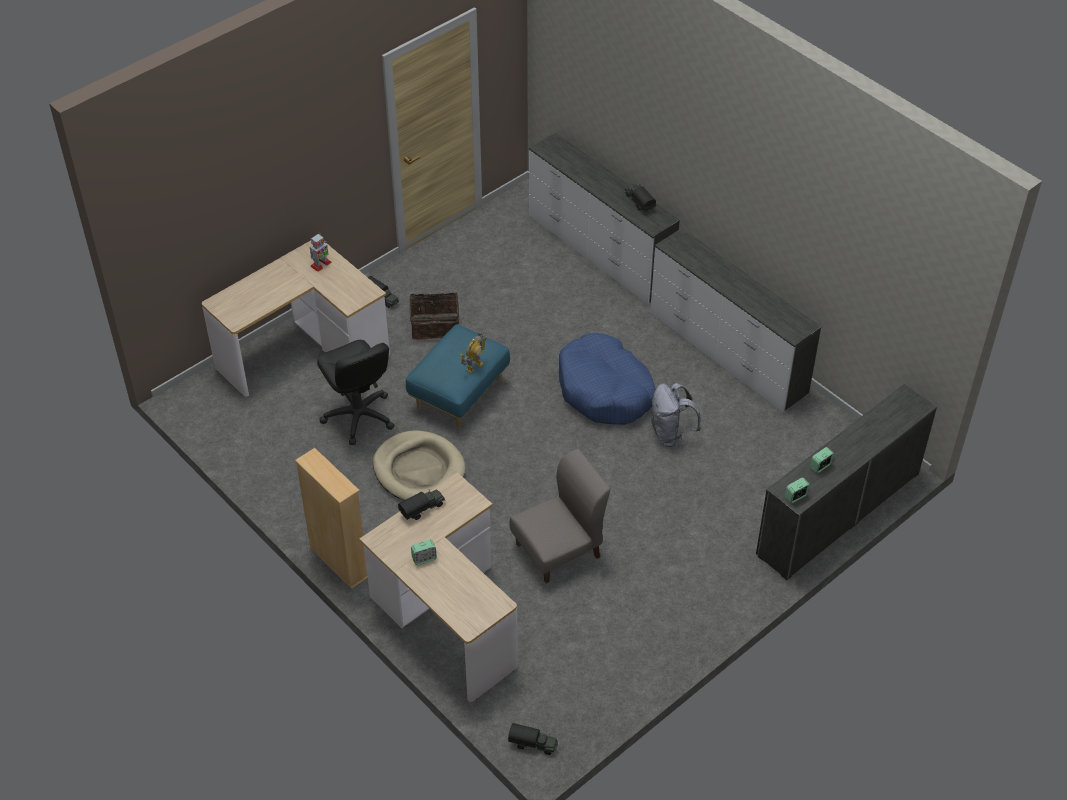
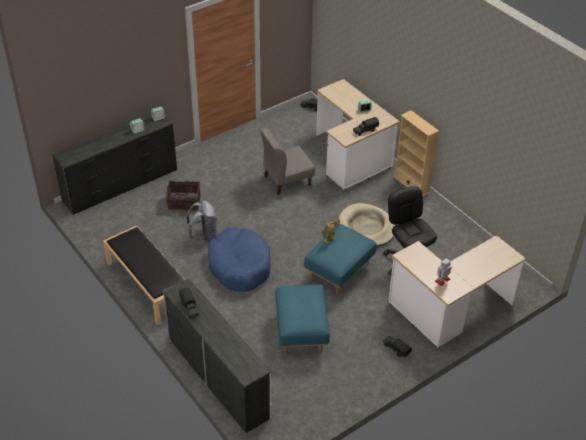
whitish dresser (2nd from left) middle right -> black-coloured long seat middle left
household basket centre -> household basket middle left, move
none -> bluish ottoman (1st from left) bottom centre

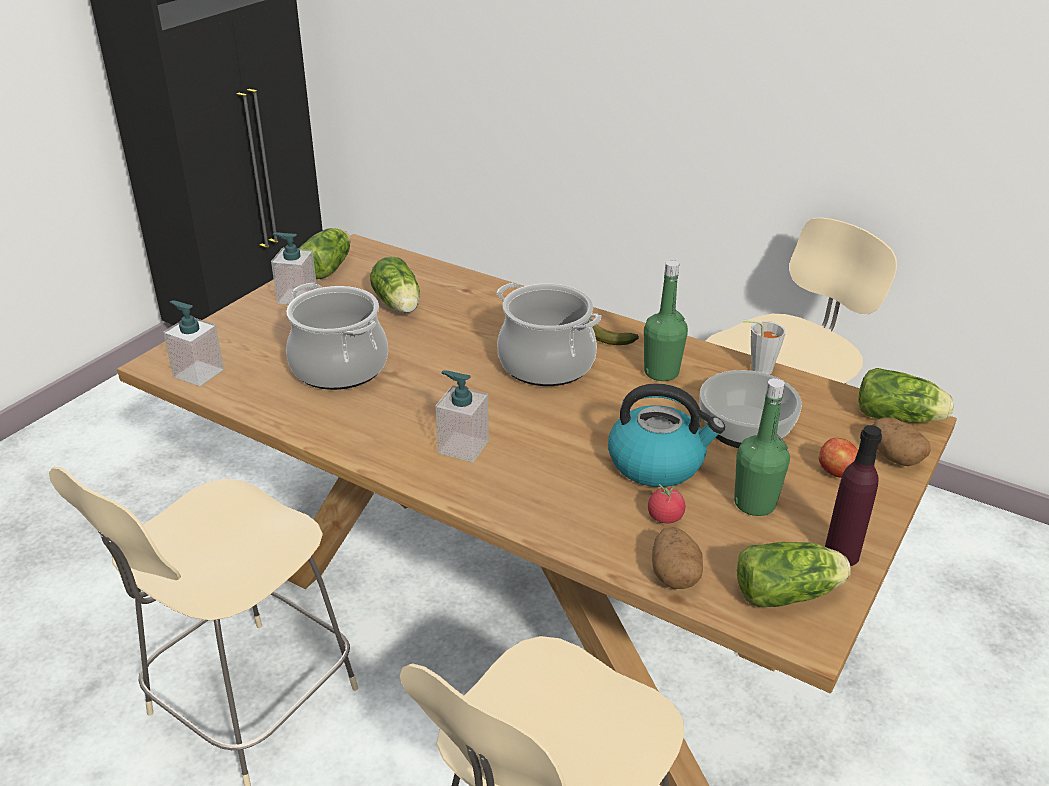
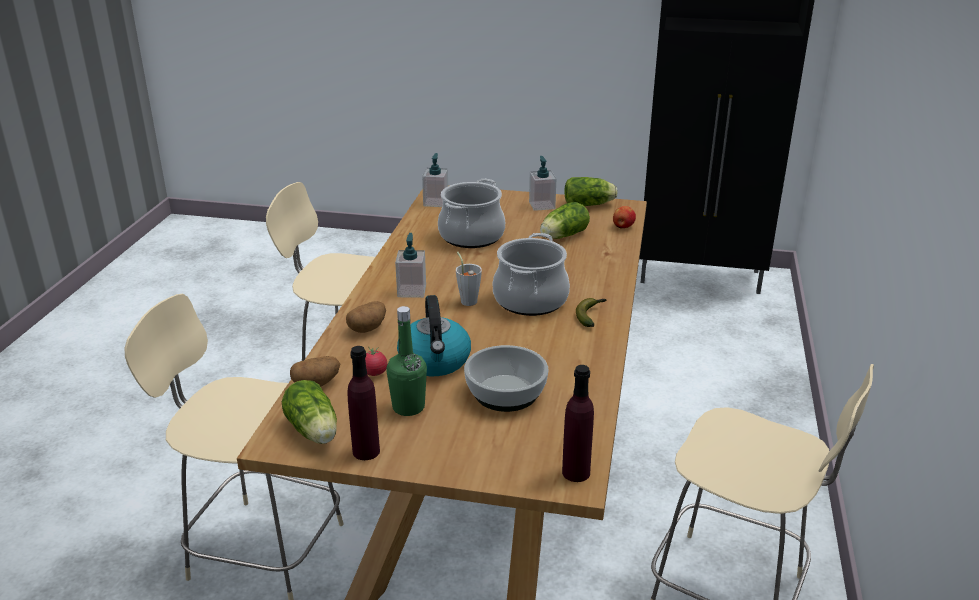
greenish drink bottle (1st from left) centre -> none
greyish drinking cup middle right -> greyish drinking cup centre, move
head of lettuce (4th from left) middle right -> purple drink bottle (2nd from left) bottom centre
potato (2nd from left) middle right -> potato (2nd from left) centre, move
whole apple middle right -> whole apple centre, move

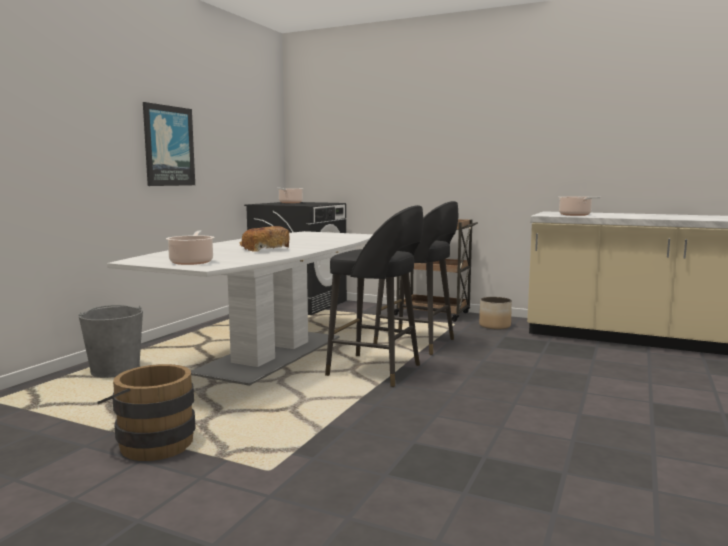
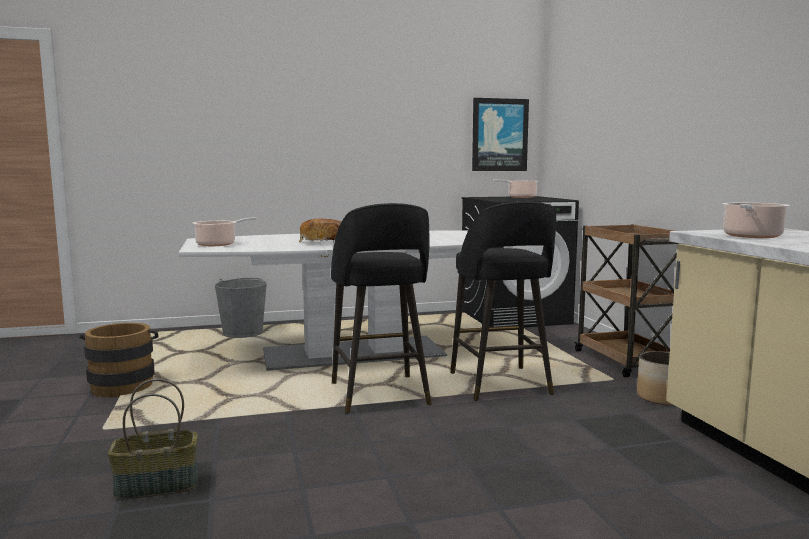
picture top left -> picture top centre, move
none -> household basket bottom left

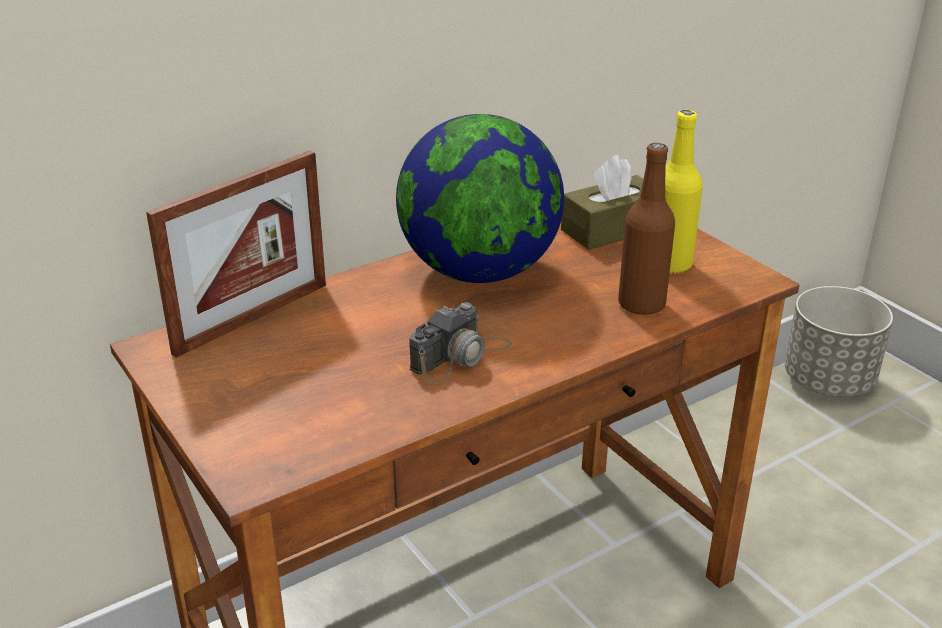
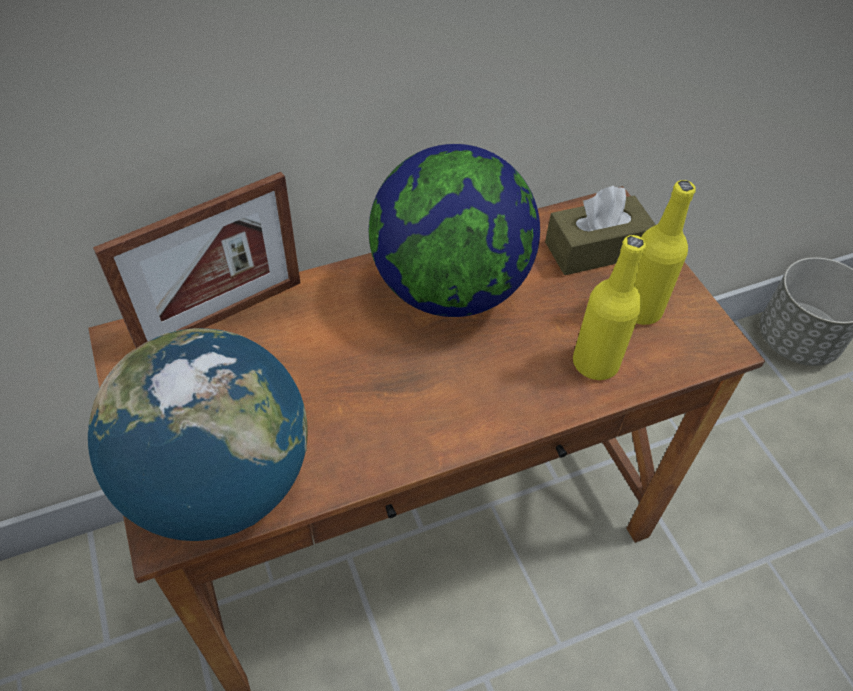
brownish drink bottle middle right -> yellow-coloured drink bottle (1st from left) middle right
photo camera centre -> none
none -> desk globe (1st from left) middle left

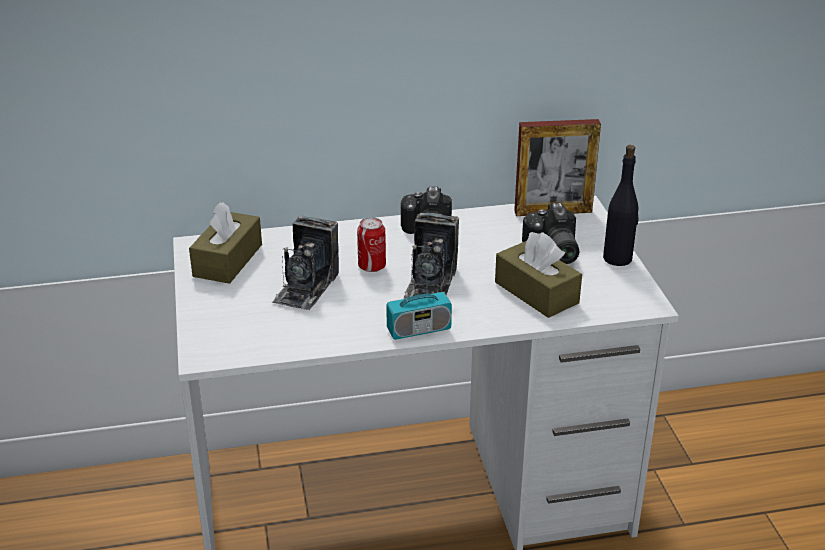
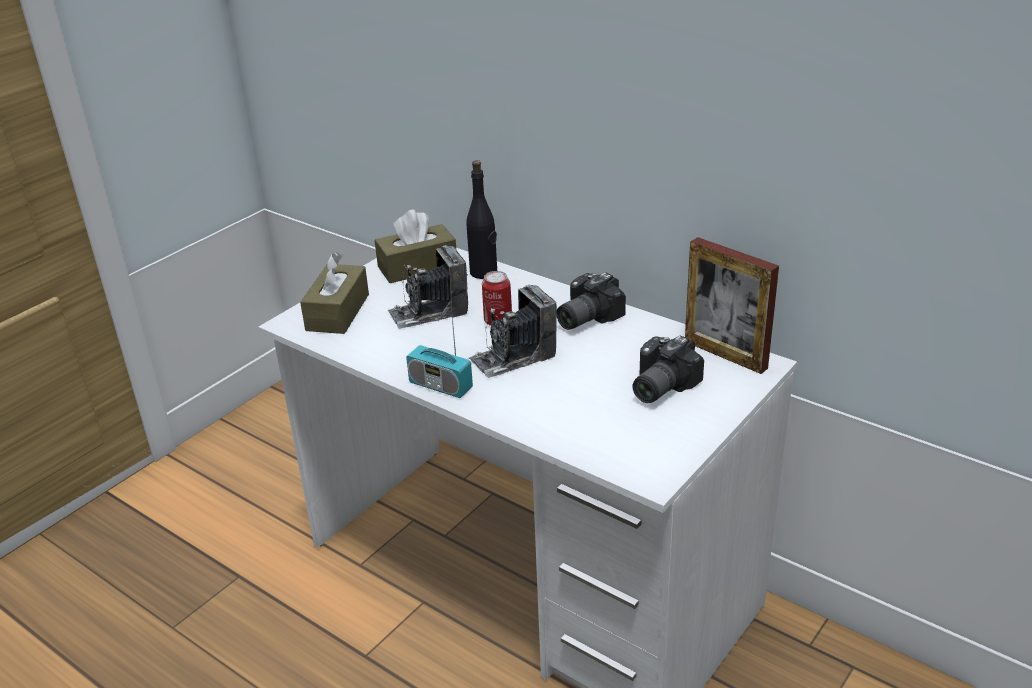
black-coloured drink bottle middle right -> black-coloured drink bottle top centre, move
brownish tissue holder (2nd from left in the first image) centre -> brownish tissue holder (1st from left) middle left, move

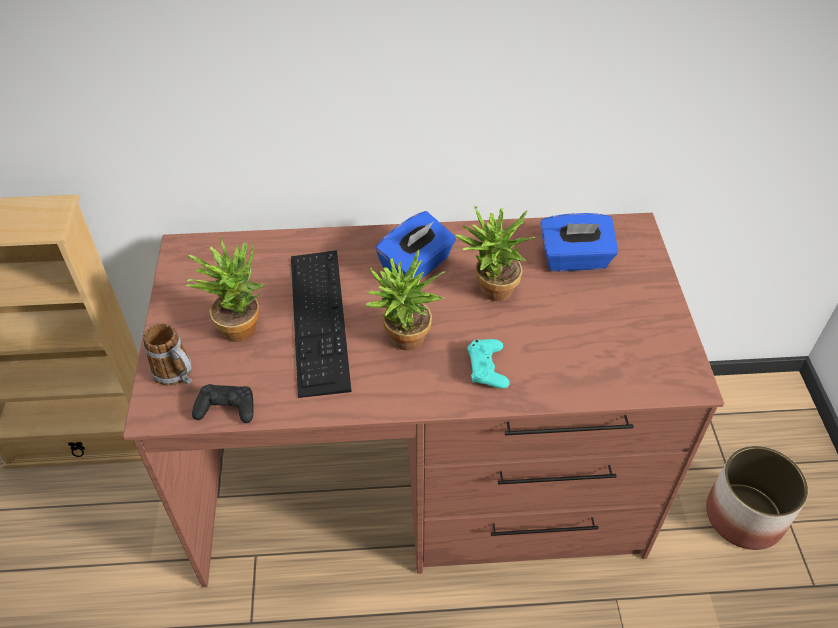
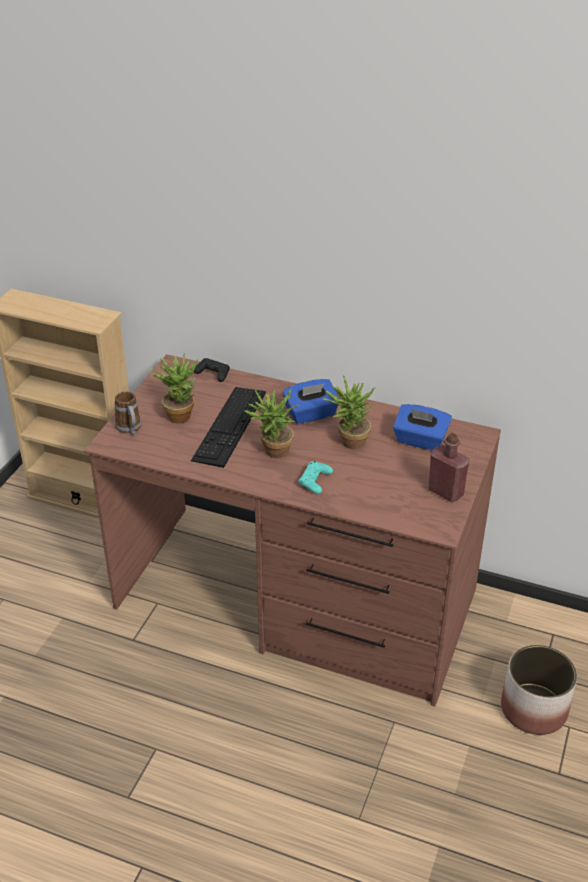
black-coloured game controller middle left -> black-coloured game controller centre, move
none -> reddish drink bottle middle right

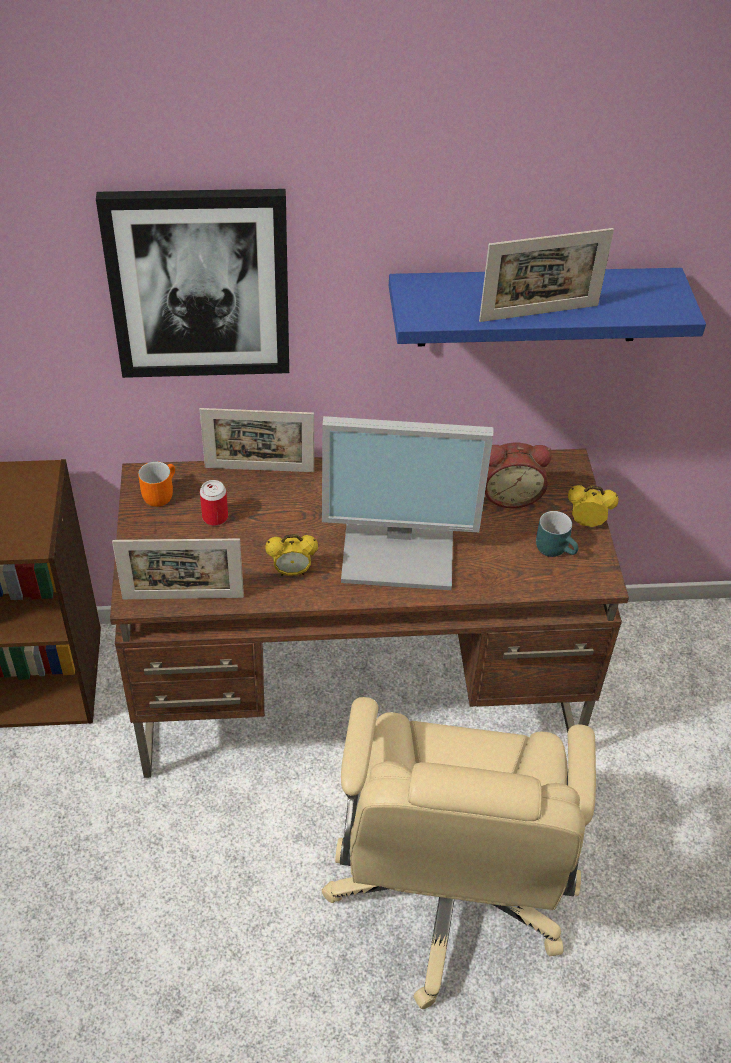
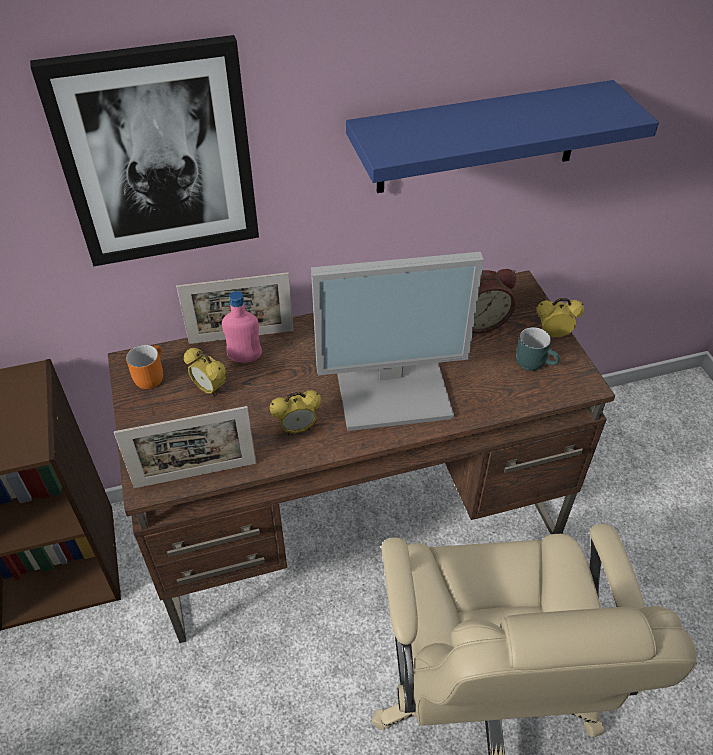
standing frame (3rd from left) top right -> none
can middle left -> table clock (1st from left) middle left
none -> pink drink bottle centre

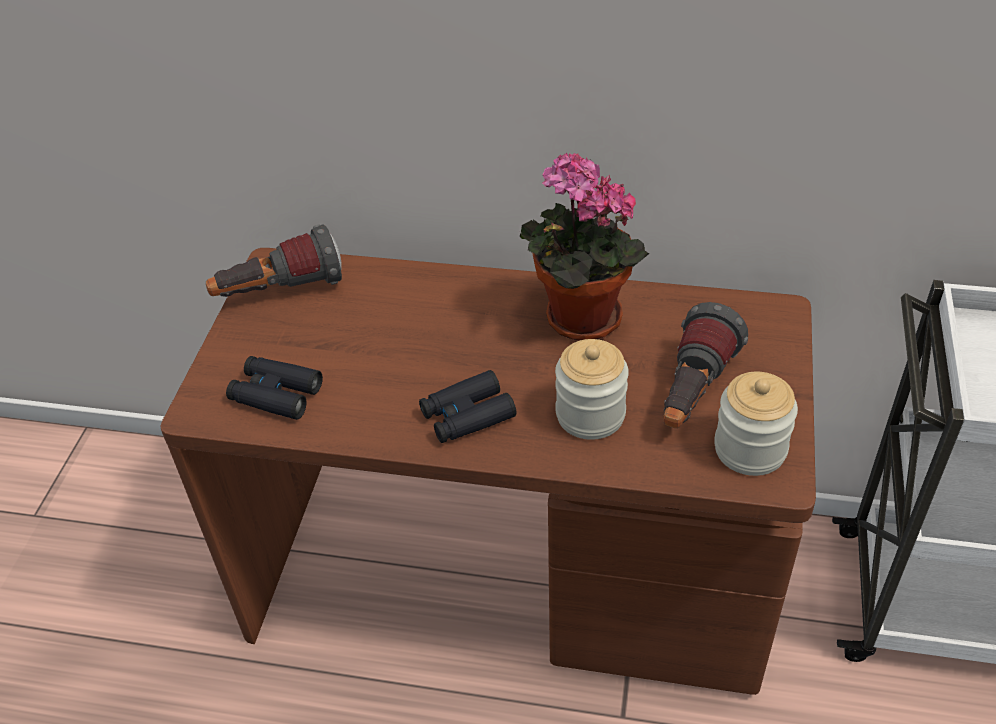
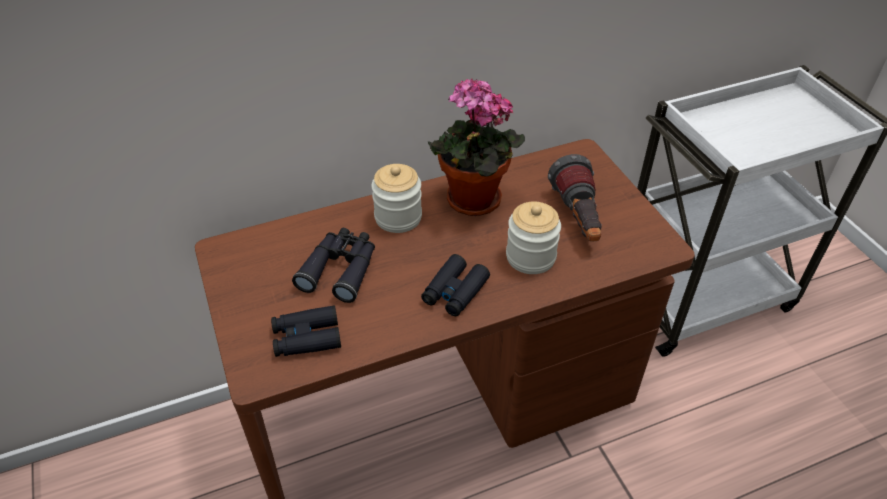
torch (1st from left) middle left -> none
preserve jar (2nd from left in the first image) middle right -> preserve jar (1st from left) centre, move
none -> black-coloured field glasses (2nd from left) centre

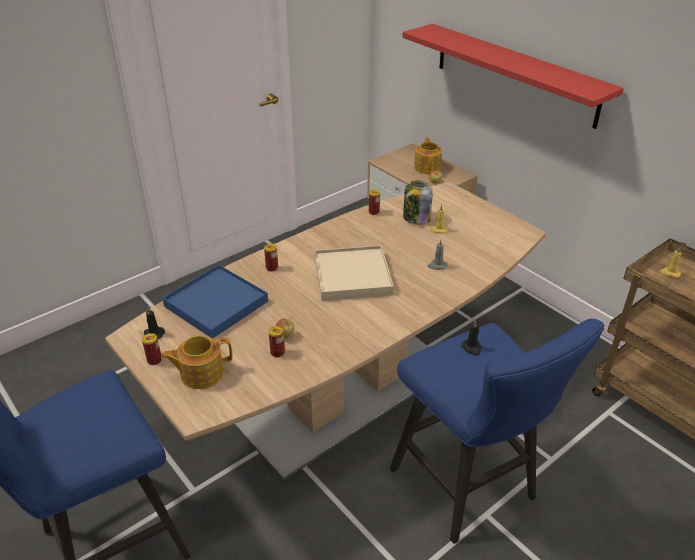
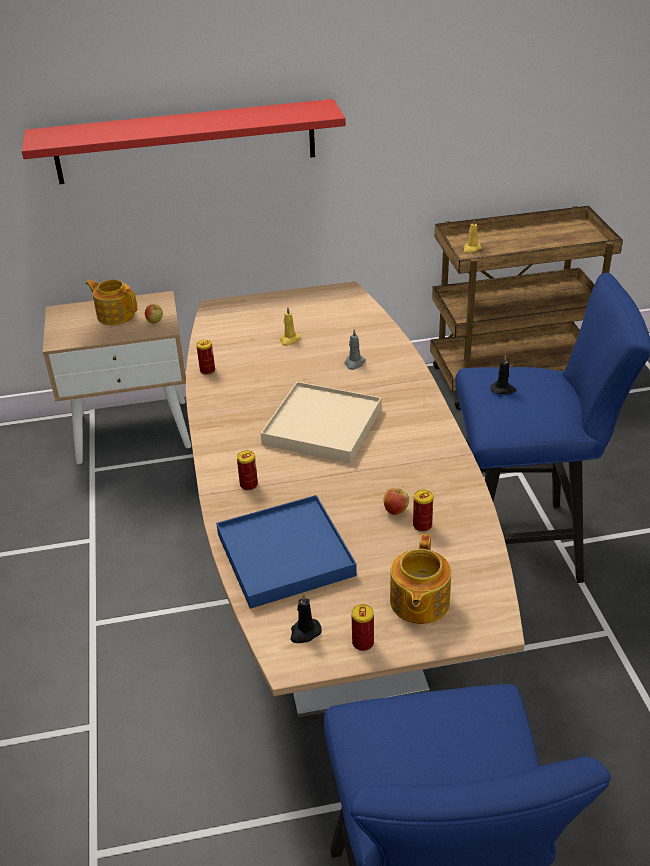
preserve jar centre -> none

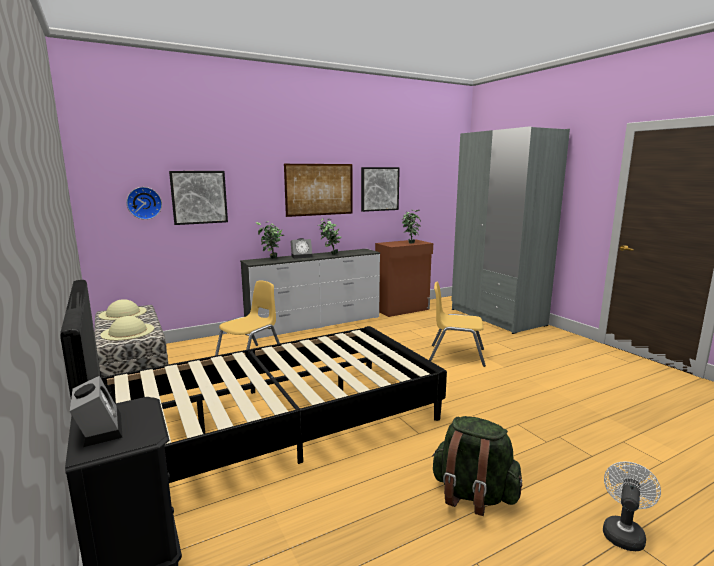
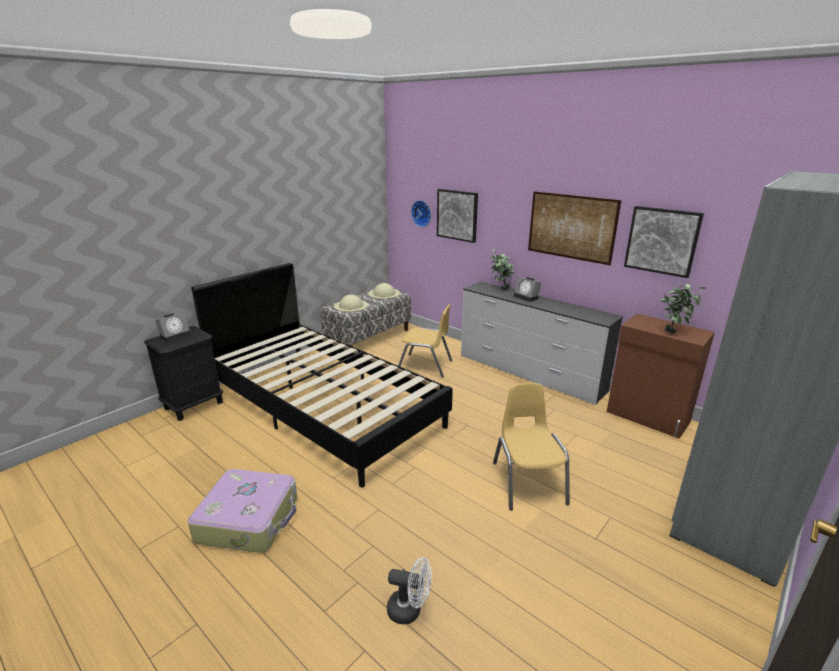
potted plant (2nd from left) centre -> none
greenish rucksack bottom right -> travel case bottom left
whitish electric fan bottom right -> whitish electric fan bottom centre, move

